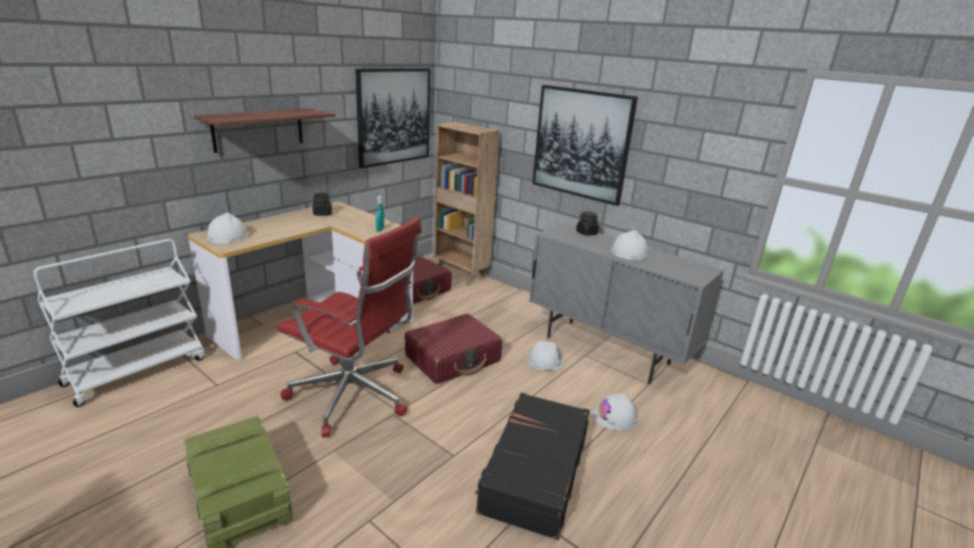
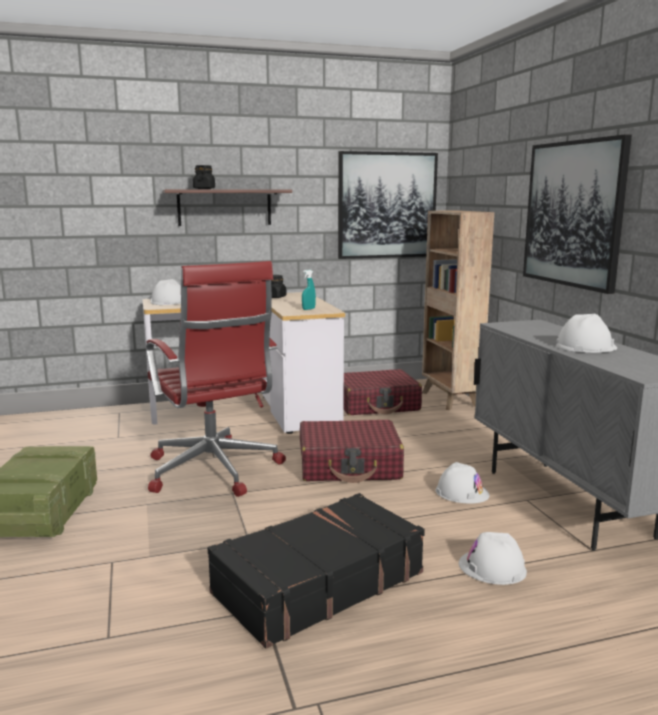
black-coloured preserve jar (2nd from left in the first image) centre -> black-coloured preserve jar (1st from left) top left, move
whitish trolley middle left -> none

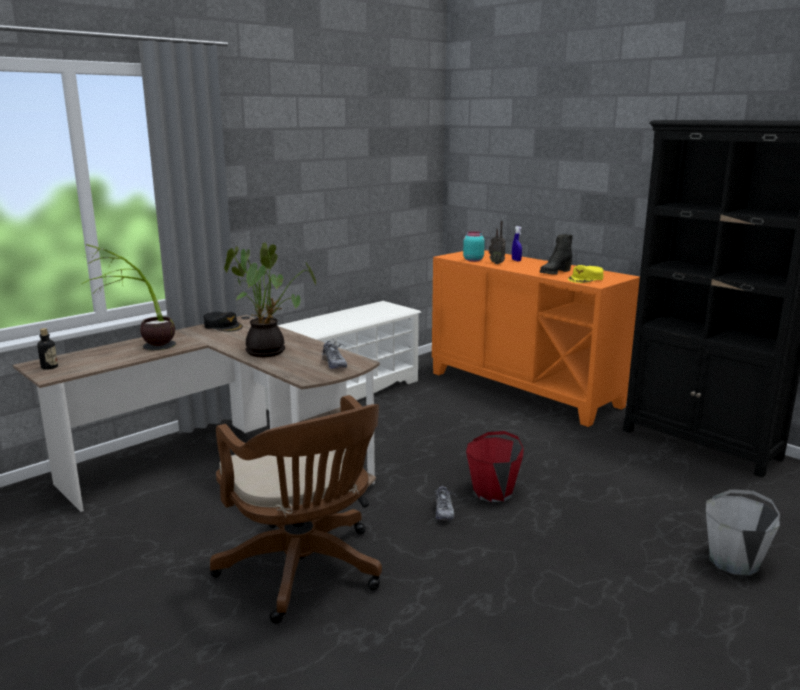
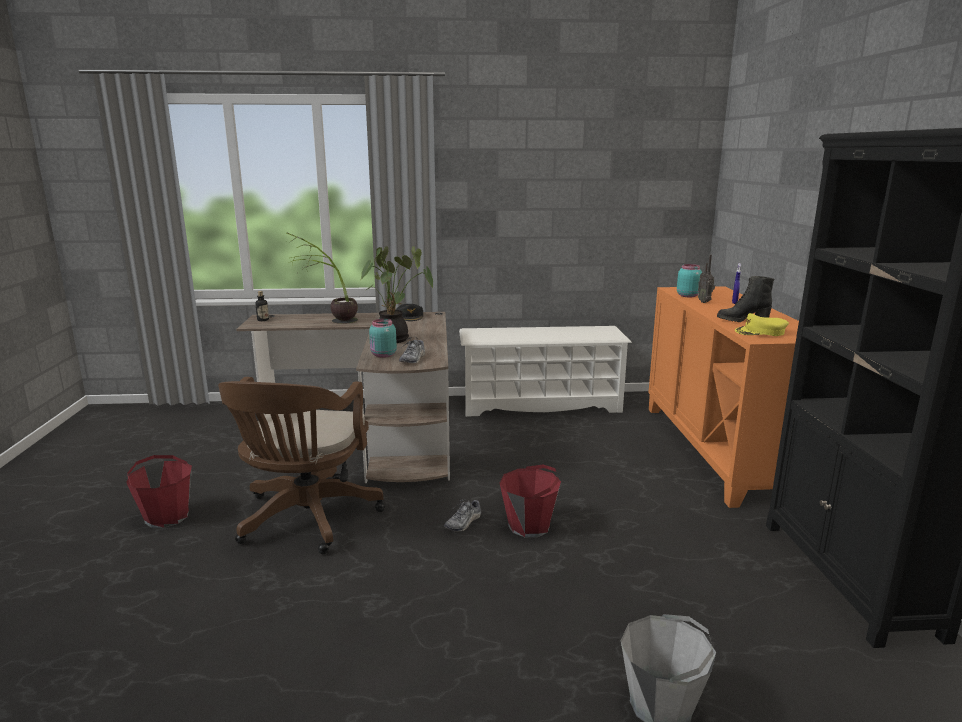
none -> turquoise preserve jar (1st from left) centre
none -> reddish pail (1st from left) bottom left

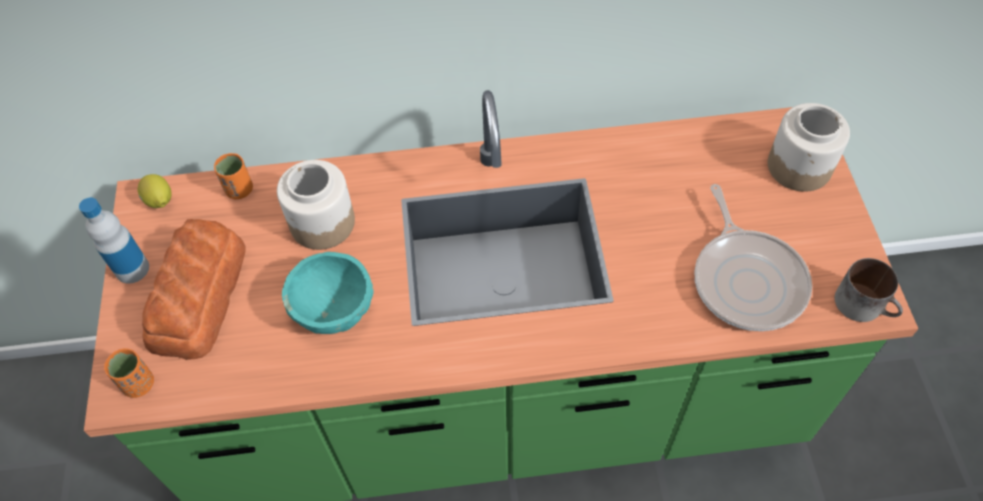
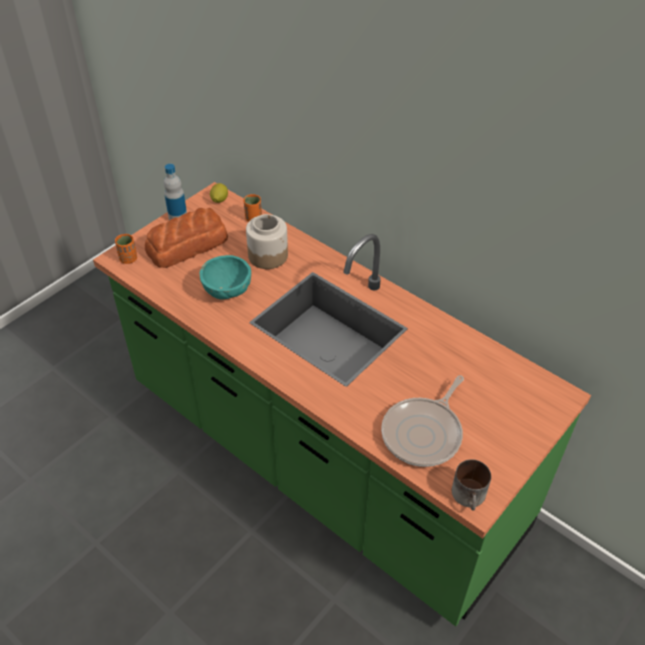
preserve jar (2nd from left) top right -> none

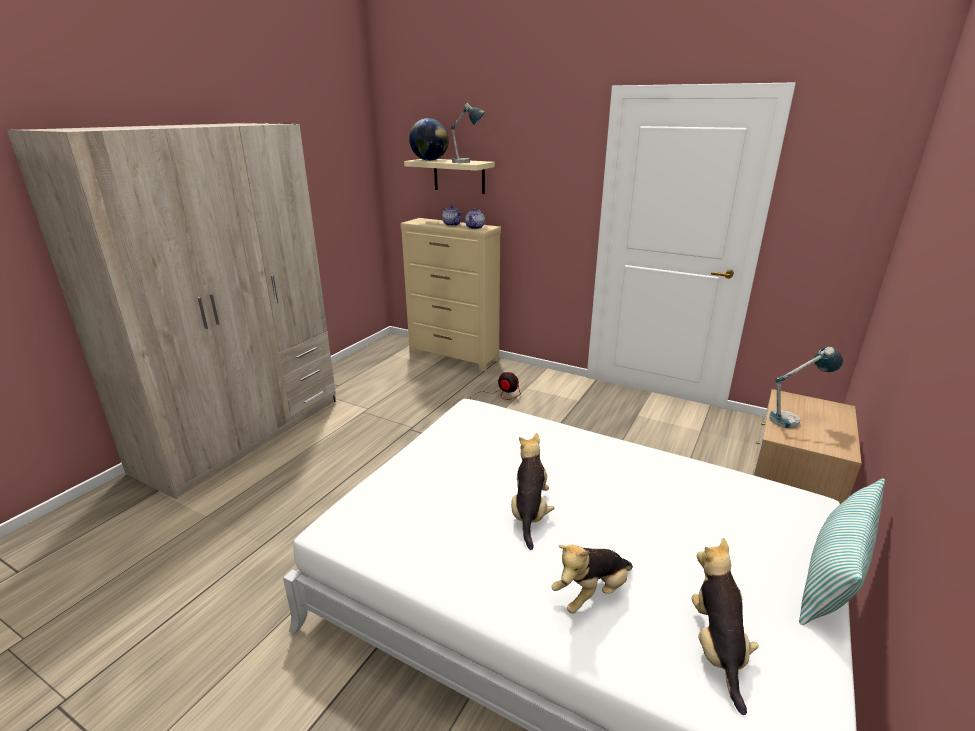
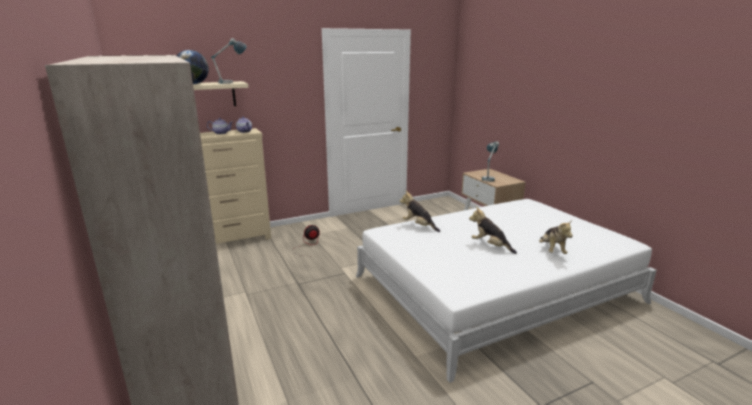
pillow bottom right -> none
plush toy (3rd from left in the first image) bottom right -> plush toy (1st from left) centre, move

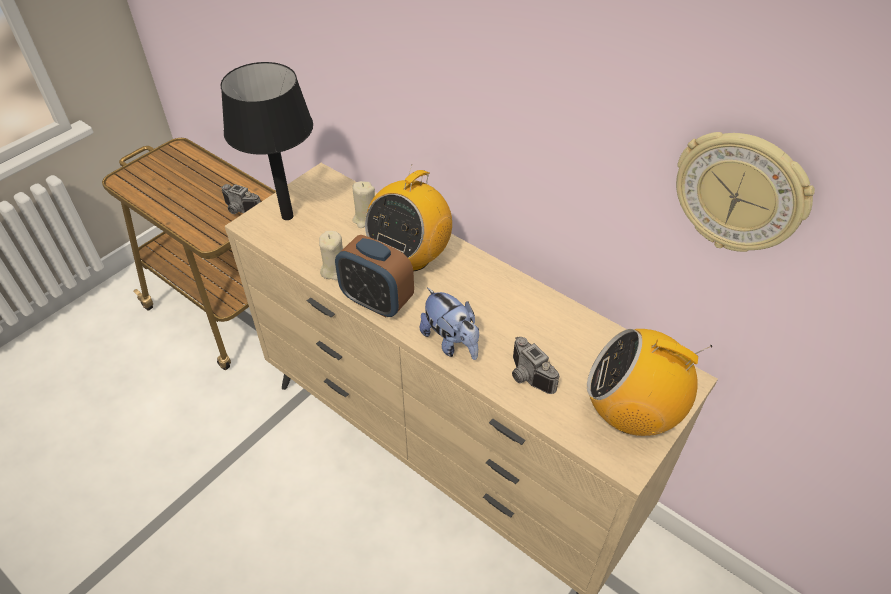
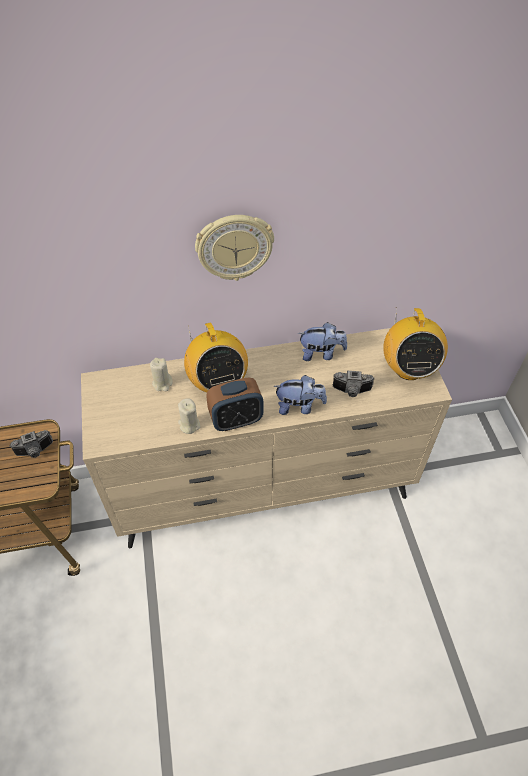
black-coloured lamp for a table top left -> none
hanging clock top right -> hanging clock top centre, move
radio receiver (2nd from left) middle right, 60 degrees counterclockwise
none -> plush toy (2nd from left) centre

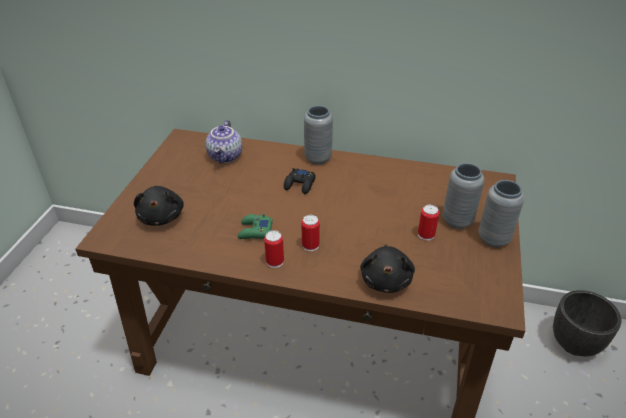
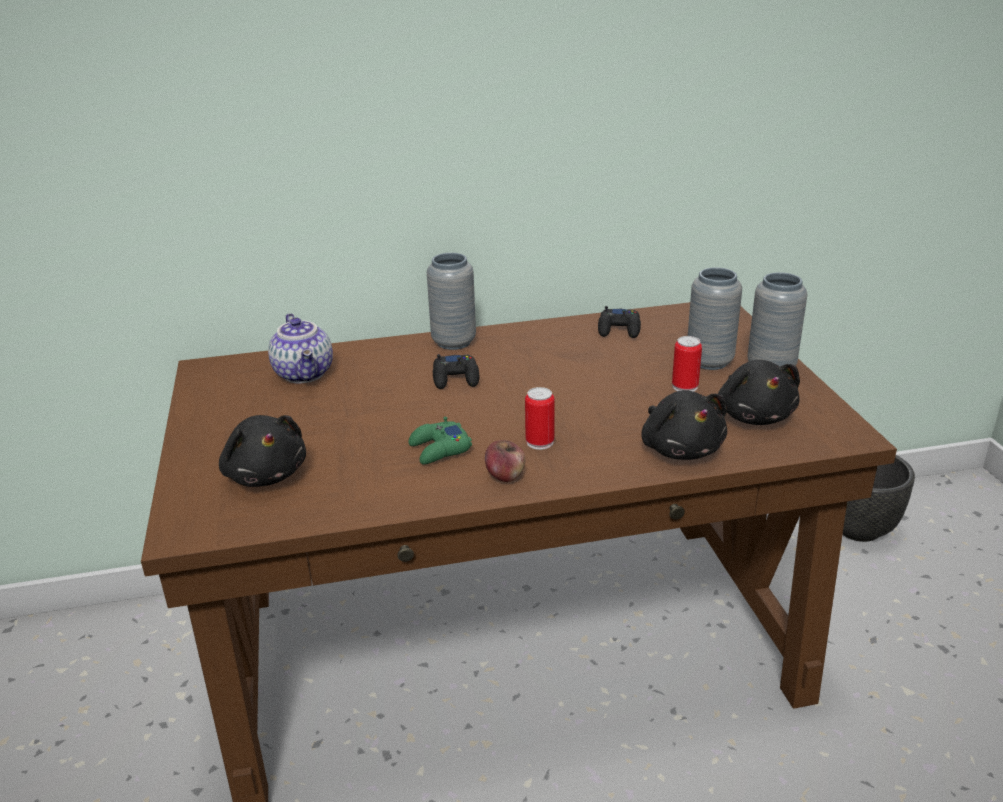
can (1st from left) centre -> whole apple centre
none -> black-coloured game controller (2nd from left) centre
none -> black-coloured plush toy (3rd from left) middle right

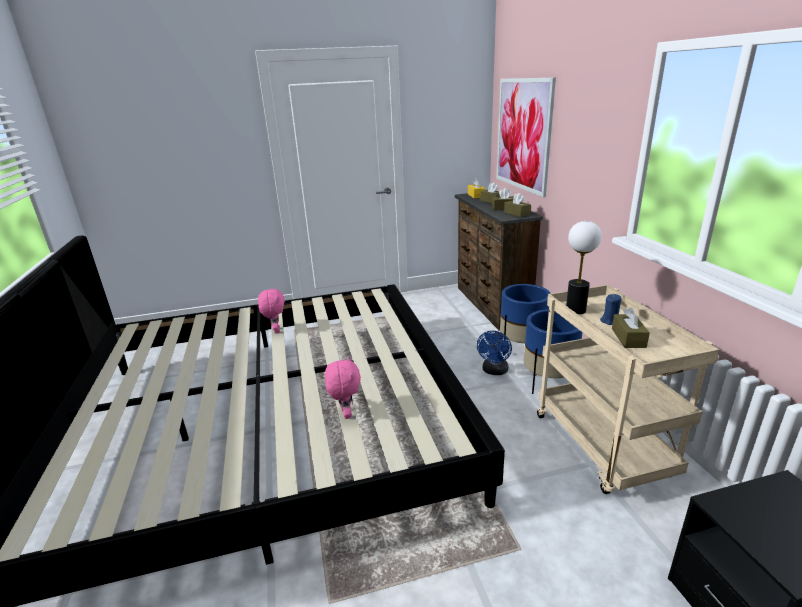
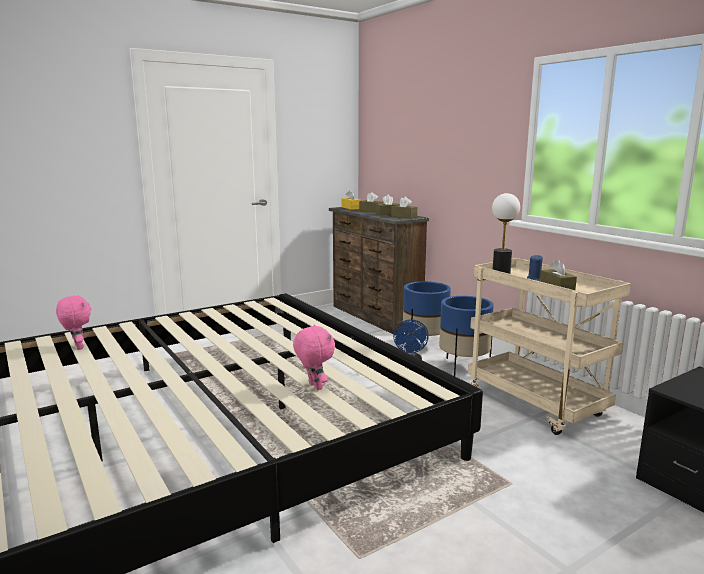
picture top centre -> none
pink plush toy (1st from left) centre -> pink plush toy (1st from left) middle left, move

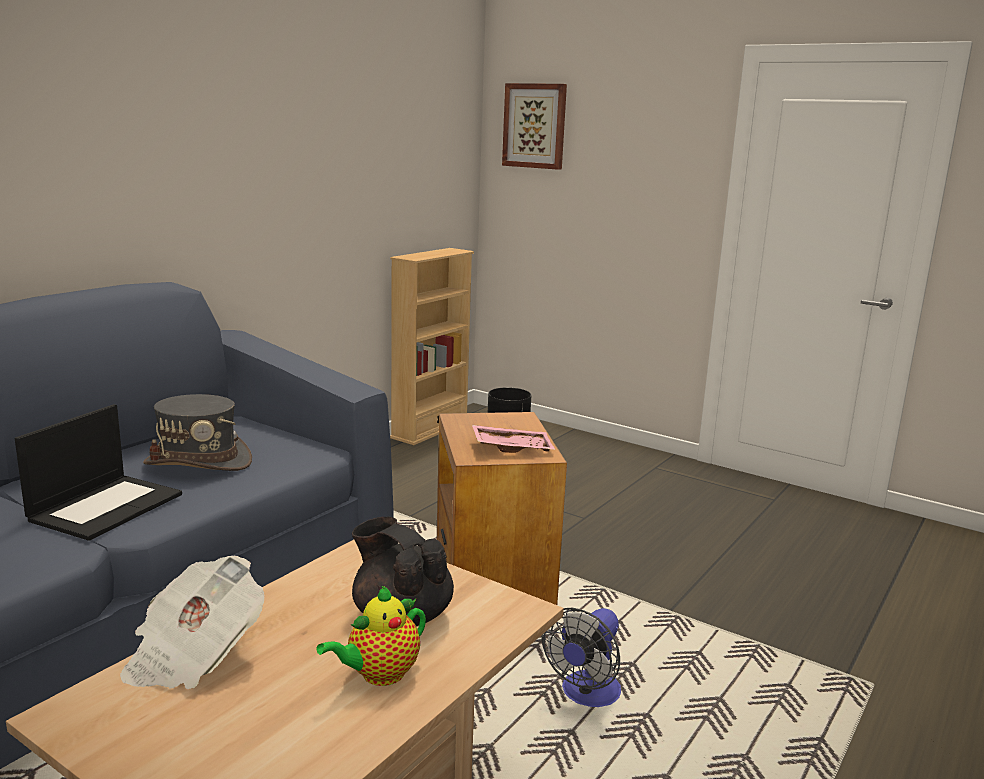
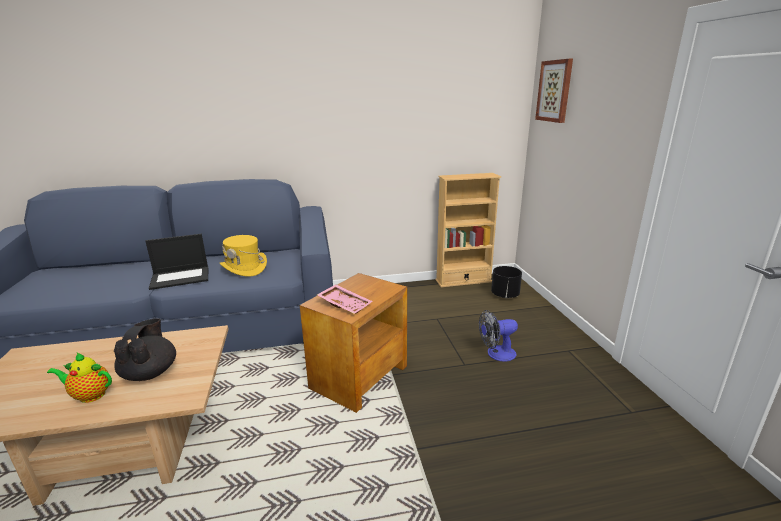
greyish clothing hat middle left -> yellow-coloured clothing hat middle left
newspaper bottom left -> none
electric fan bottom centre -> electric fan centre, move

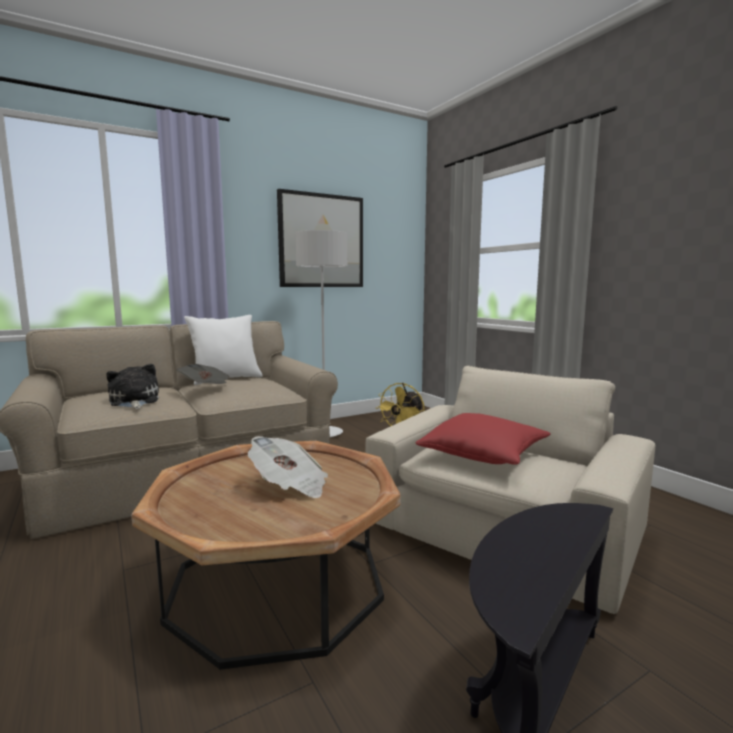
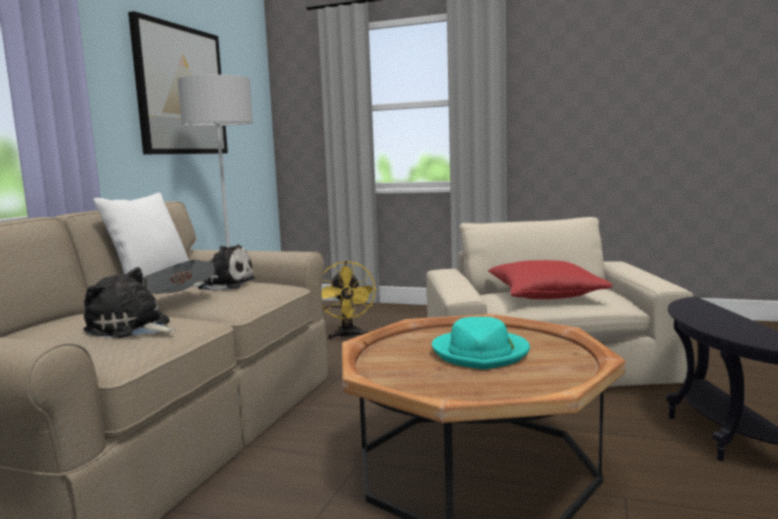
newspaper (2nd from left) centre -> turquoise clothing hat centre
none -> plush toy (2nd from left) middle left

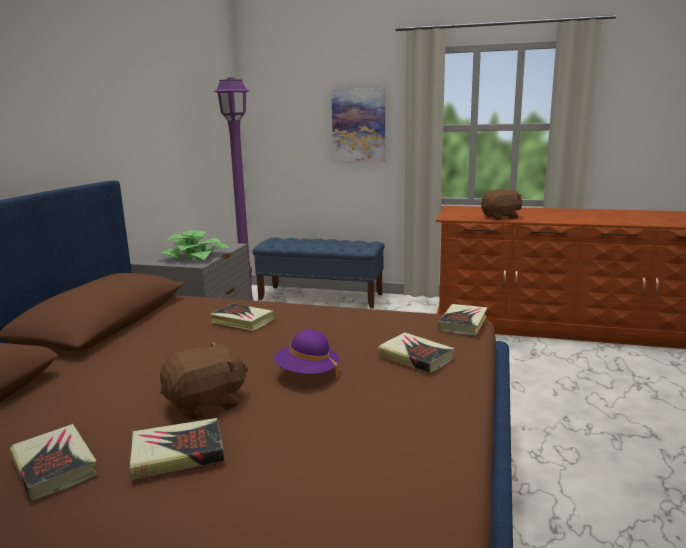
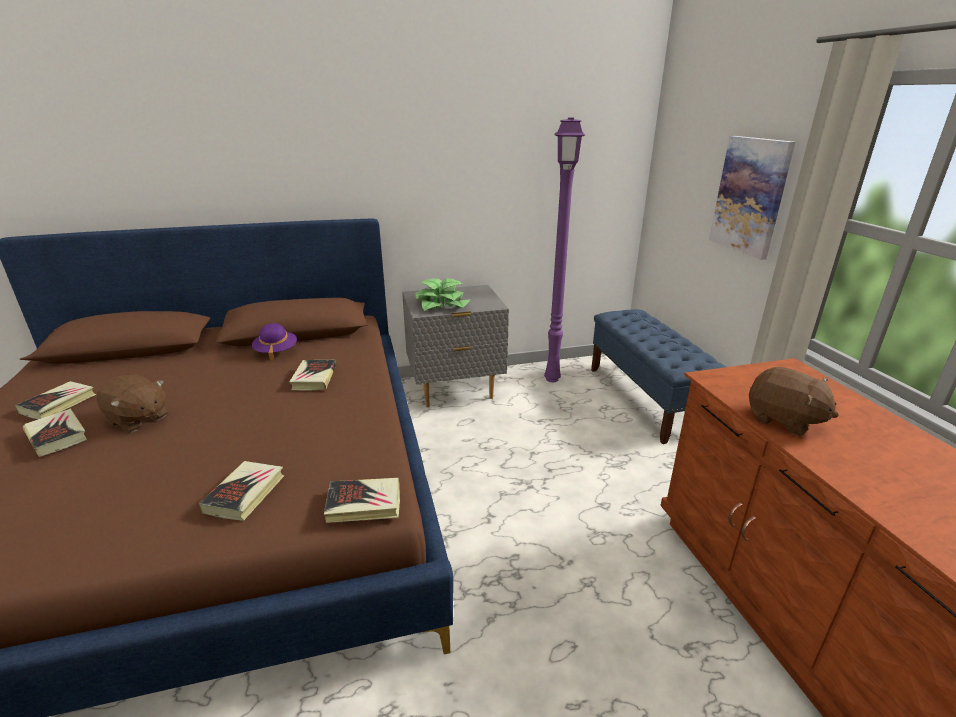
purple clothing hat centre -> purple clothing hat middle left, move

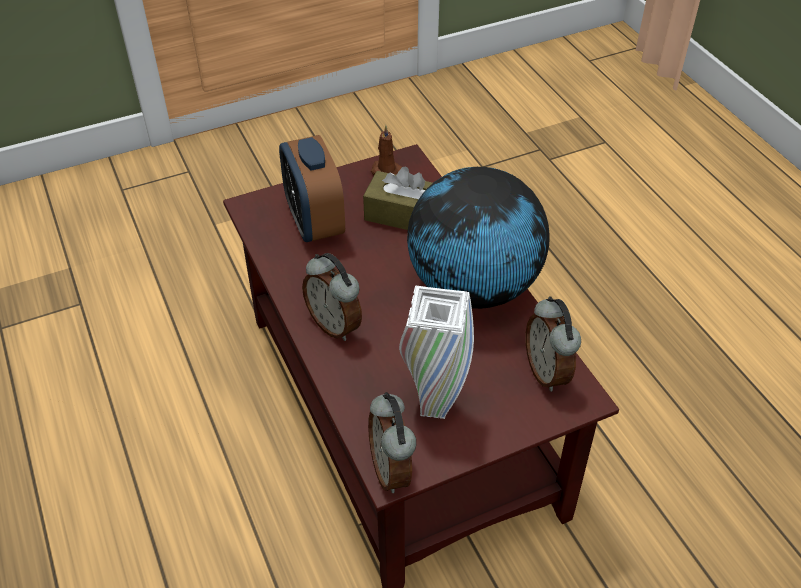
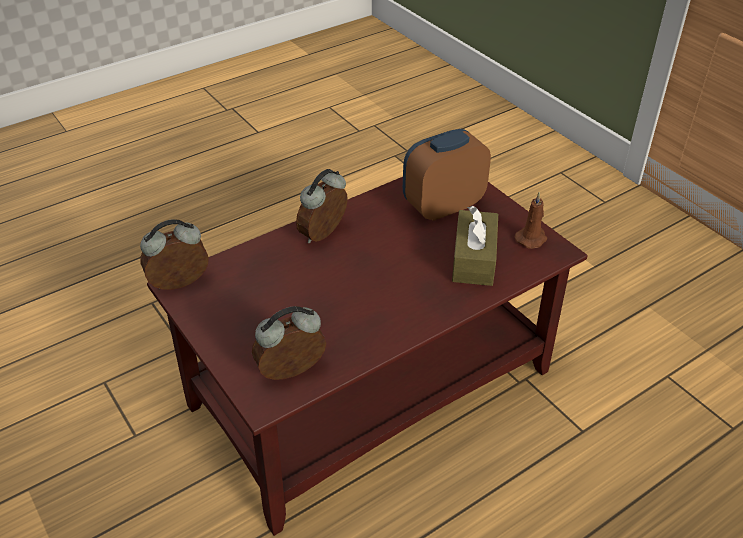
desk globe centre -> none
whitish vase centre -> none

